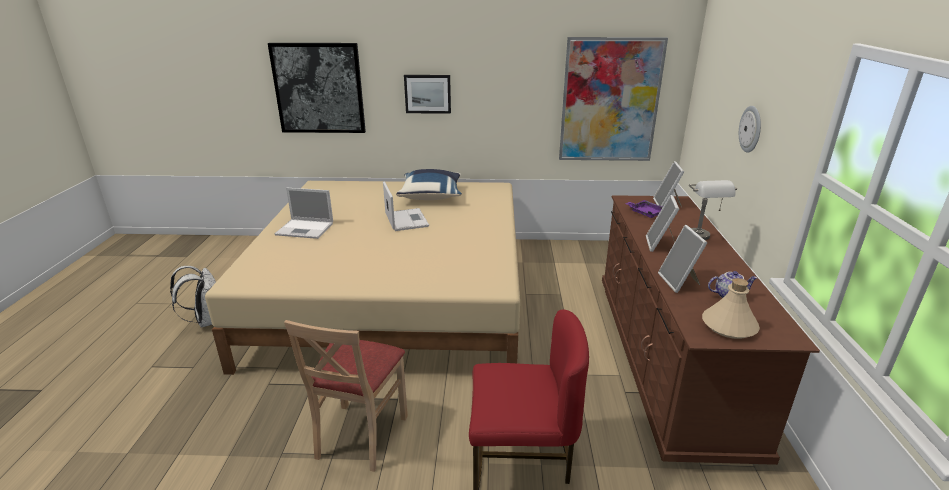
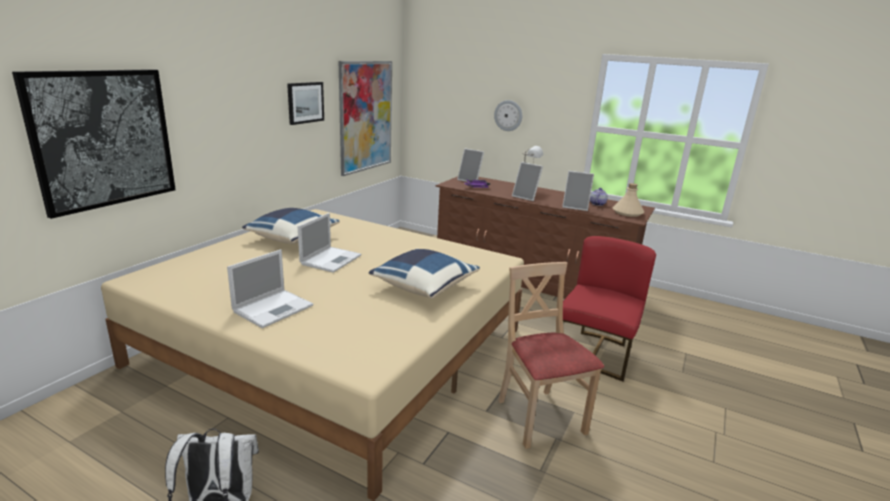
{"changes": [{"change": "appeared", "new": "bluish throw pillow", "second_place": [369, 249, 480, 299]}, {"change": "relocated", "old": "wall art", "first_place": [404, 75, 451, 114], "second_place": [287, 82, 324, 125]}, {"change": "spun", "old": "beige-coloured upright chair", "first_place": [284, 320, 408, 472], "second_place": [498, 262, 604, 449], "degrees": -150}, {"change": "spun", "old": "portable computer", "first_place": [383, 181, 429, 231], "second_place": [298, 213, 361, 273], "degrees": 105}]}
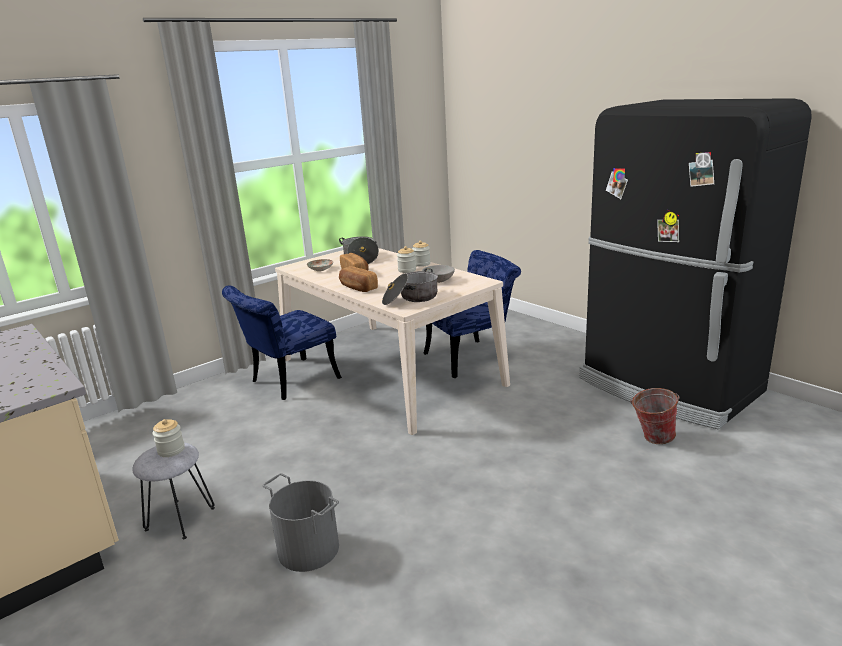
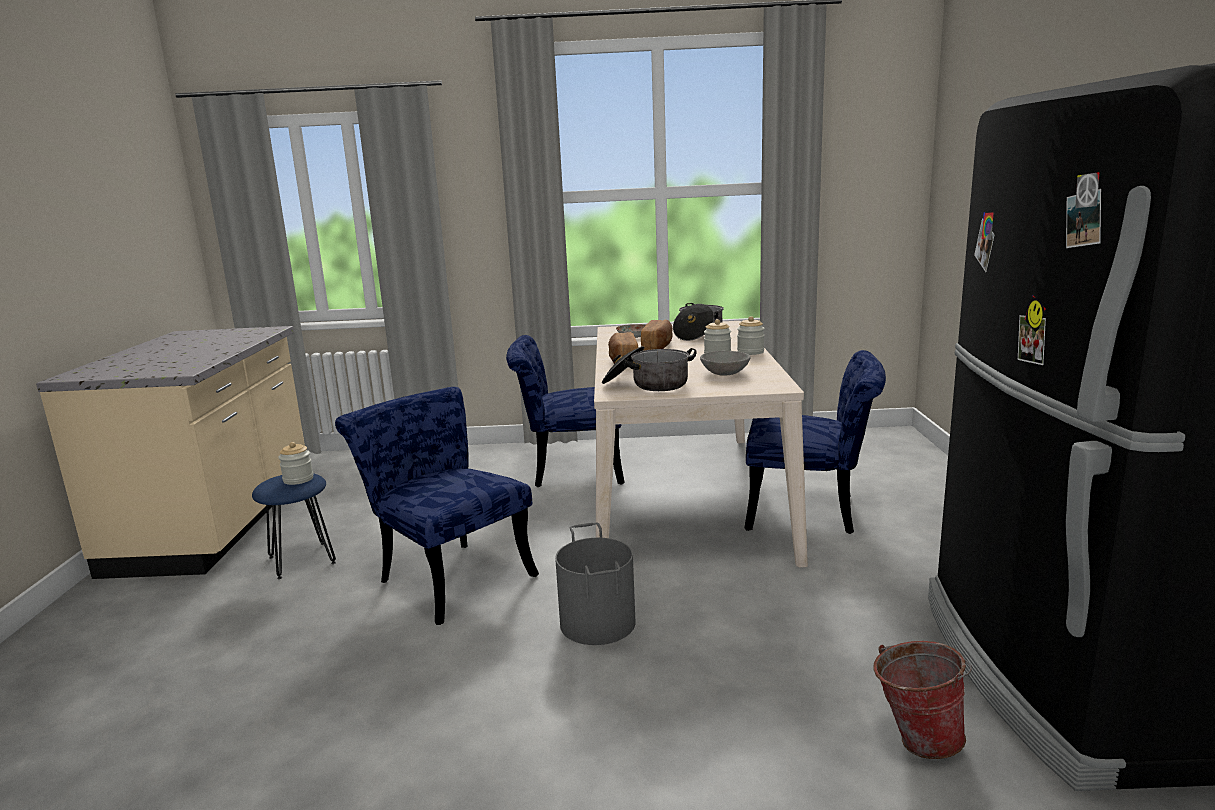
{"changes": [{"change": "appeared", "new": "bluish upright chair", "second_place": [335, 387, 539, 625]}, {"change": "relocated", "old": "grey bucket", "first_place": [262, 473, 339, 572], "second_place": [555, 523, 635, 645]}, {"change": "colour", "old": "grey sitting stool", "new": "bluish sitting stool", "first_place": [132, 442, 215, 539], "second_place": [252, 473, 336, 579]}]}
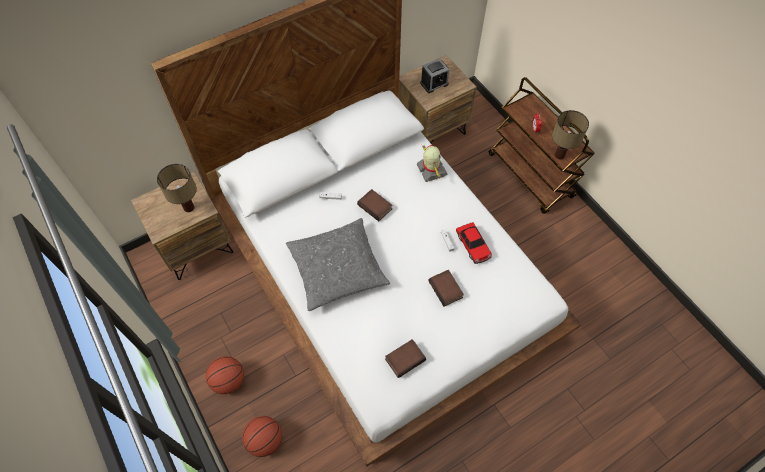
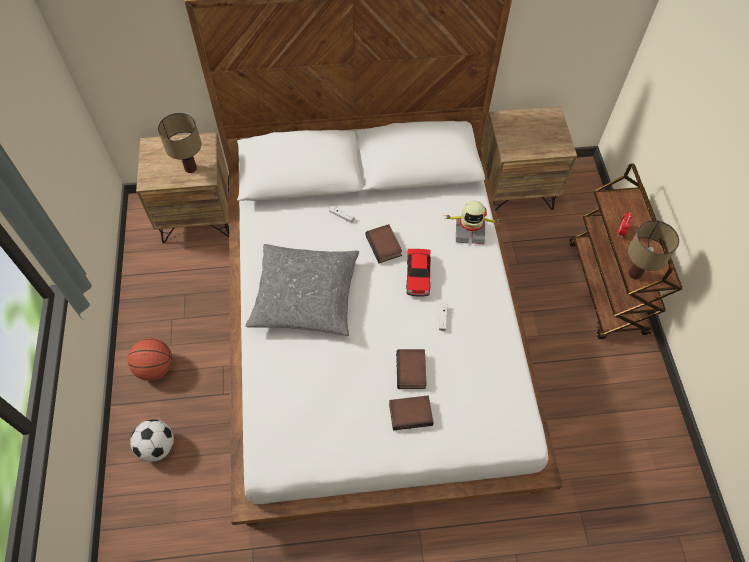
{"changes": [{"change": "missing", "old": "alarm clock", "first_place": [420, 59, 449, 93]}, {"change": "relocated", "old": "volume", "first_place": [385, 339, 426, 378], "second_place": [389, 396, 433, 431]}, {"change": "relocated", "old": "miniature car", "first_place": [456, 222, 492, 264], "second_place": [406, 249, 431, 297]}, {"change": "exchanged", "old": "basketball ball", "new": "football ball", "first_place": [242, 416, 282, 457], "second_place": [130, 419, 174, 462]}, {"change": "spun", "old": "toy robot", "first_place": [417, 143, 448, 182], "second_place": [444, 201, 500, 245], "degrees": 90}]}
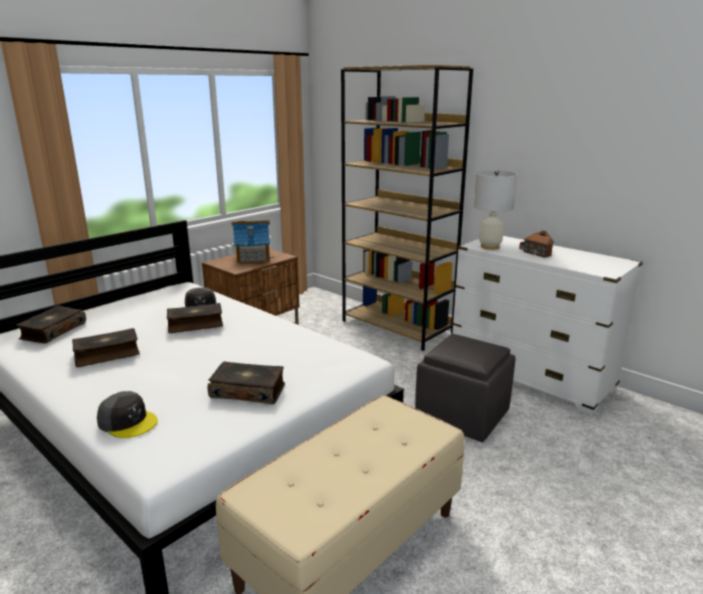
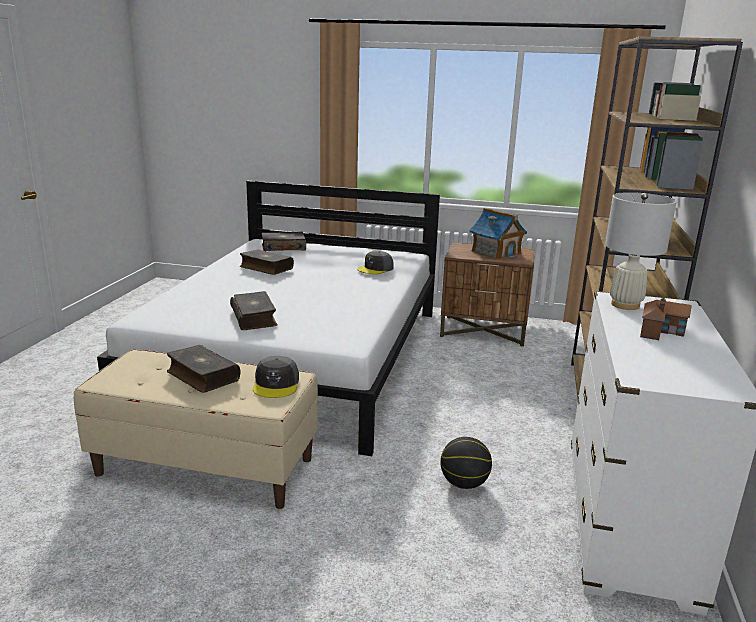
{"changes": [{"change": "relocated", "old": "grey baseball cap", "first_place": [97, 391, 158, 438], "second_place": [253, 356, 299, 398]}, {"change": "relocated", "old": "volume", "first_place": [167, 303, 223, 333], "second_place": [167, 345, 240, 393]}, {"change": "exchanged", "old": "grey footrest", "new": "basketball ball", "first_place": [415, 334, 515, 442], "second_place": [441, 437, 492, 489]}]}
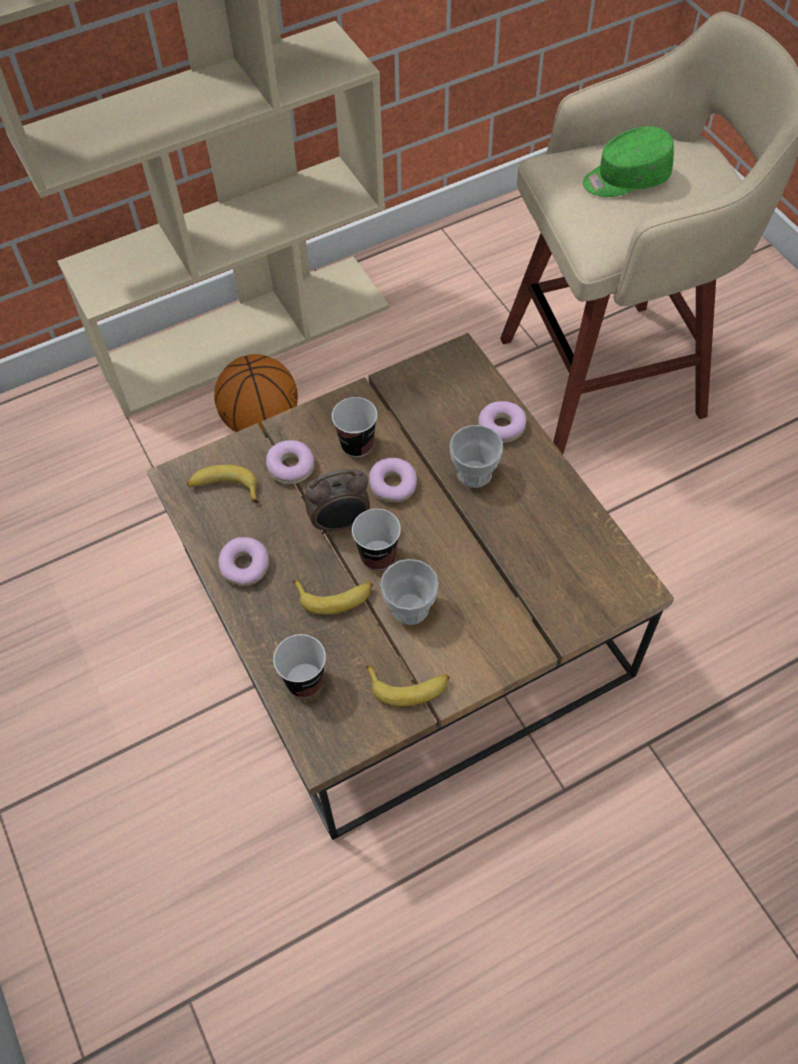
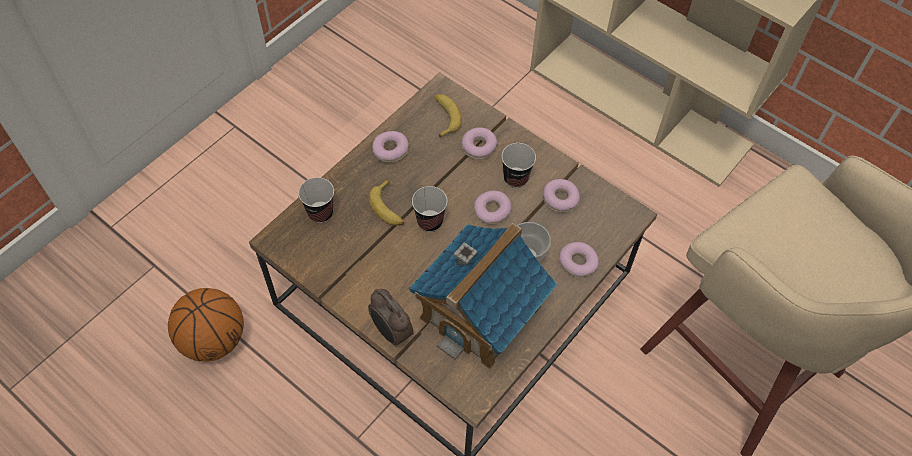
{"changes": [{"change": "missing", "old": "banana fruit", "first_place": [366, 665, 450, 706]}, {"change": "missing", "old": "small cup", "first_place": [380, 559, 439, 625]}, {"change": "missing", "old": "green-coloured baseball cap", "first_place": [583, 126, 674, 197]}, {"change": "appeared", "new": "toy house", "second_place": [409, 222, 557, 369]}, {"change": "appeared", "new": "donut", "second_place": [543, 179, 580, 213]}, {"change": "relocated", "old": "basketball ball", "first_place": [214, 354, 298, 432], "second_place": [168, 288, 244, 362]}, {"change": "relocated", "old": "alarm clock", "first_place": [305, 469, 370, 534], "second_place": [368, 289, 414, 347]}]}
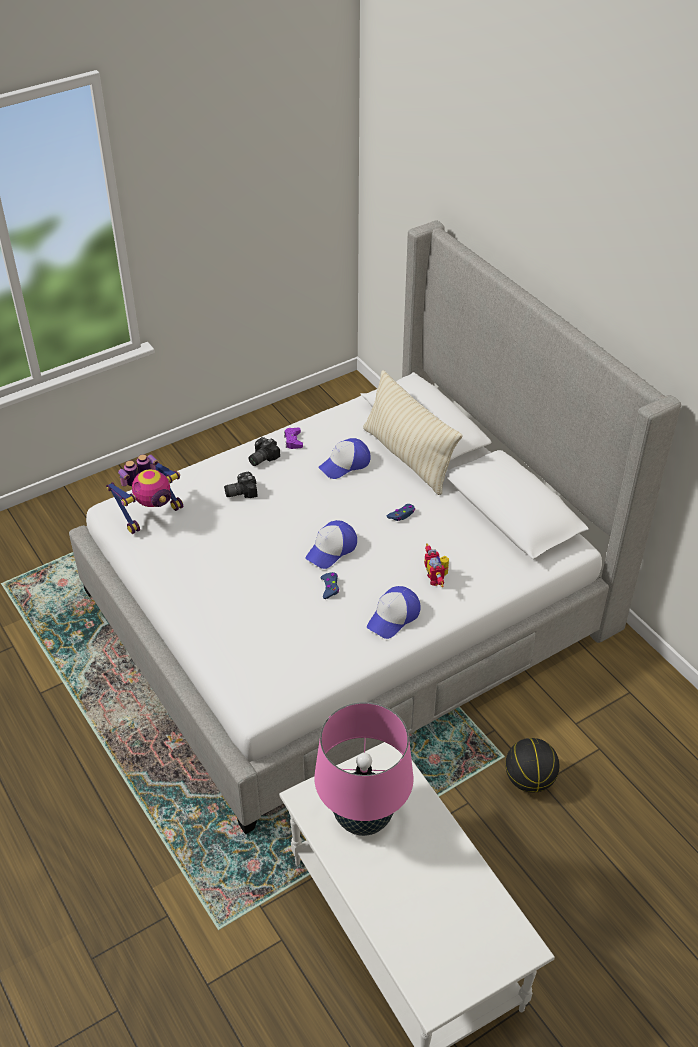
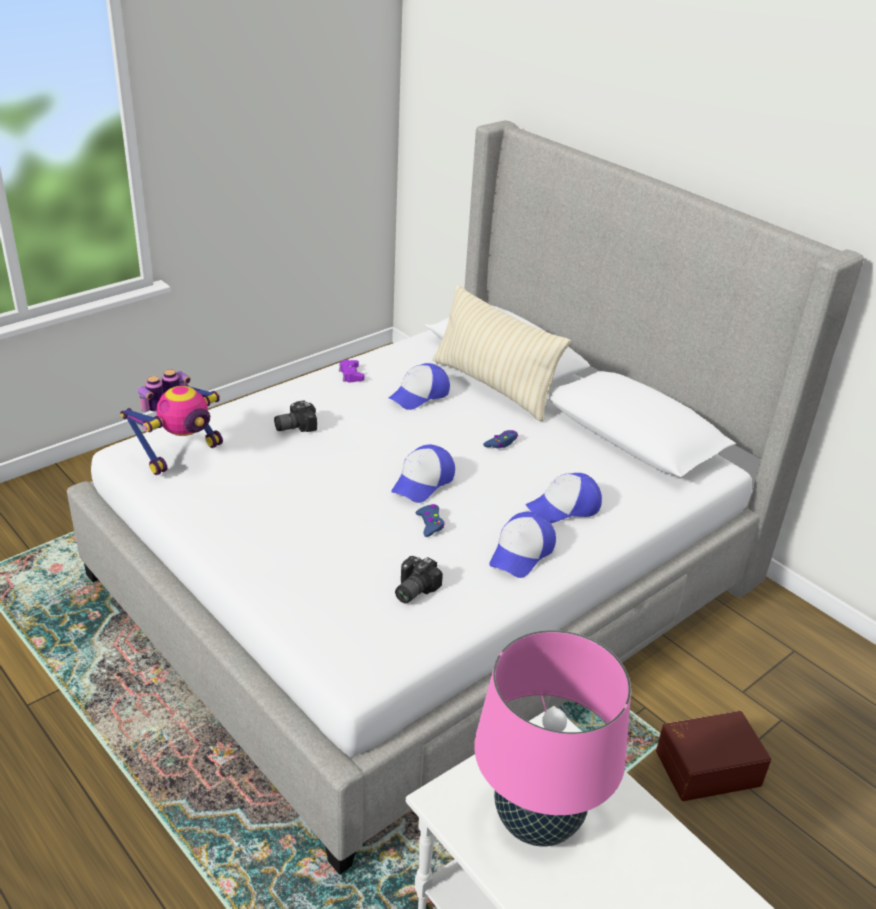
{"changes": [{"change": "relocated", "old": "still camera", "first_place": [249, 437, 280, 466], "second_place": [395, 556, 443, 603]}, {"change": "exchanged", "old": "toy robot", "new": "baseball cap", "first_place": [424, 543, 449, 588], "second_place": [525, 473, 602, 523]}, {"change": "exchanged", "old": "basketball ball", "new": "brown-coloured storage bin", "first_place": [505, 738, 560, 793], "second_place": [656, 711, 771, 801]}]}
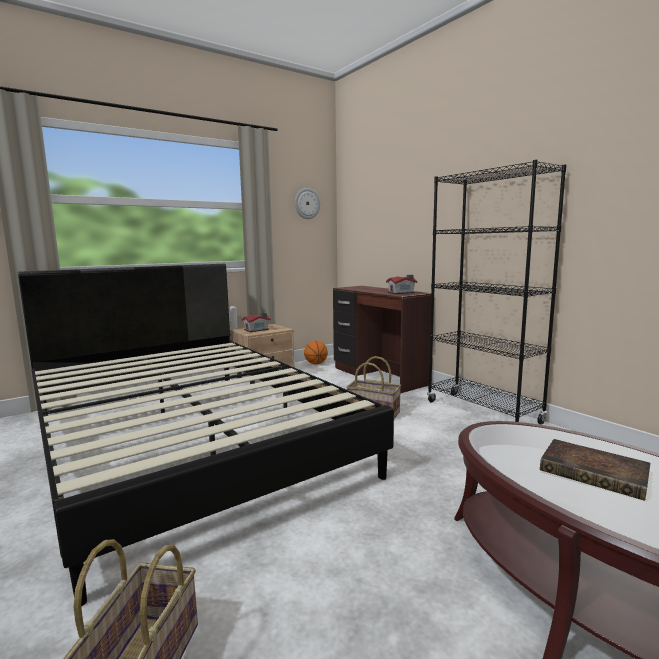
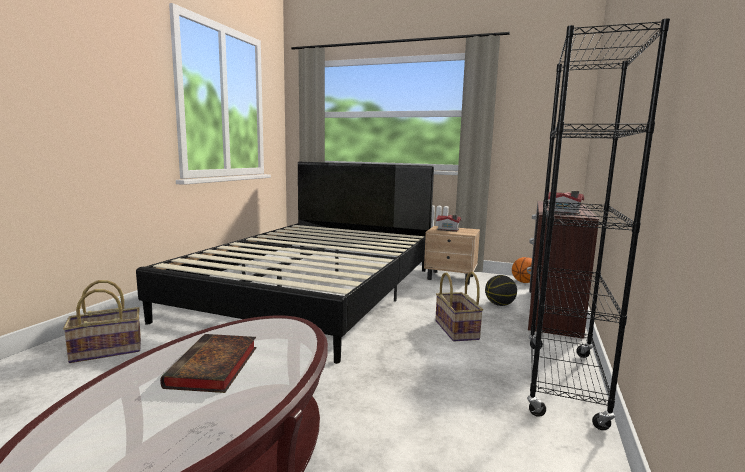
{"changes": [{"change": "missing", "old": "wall clock", "first_place": [295, 188, 320, 219]}, {"change": "appeared", "new": "basketball ball", "second_place": [485, 275, 517, 306]}]}
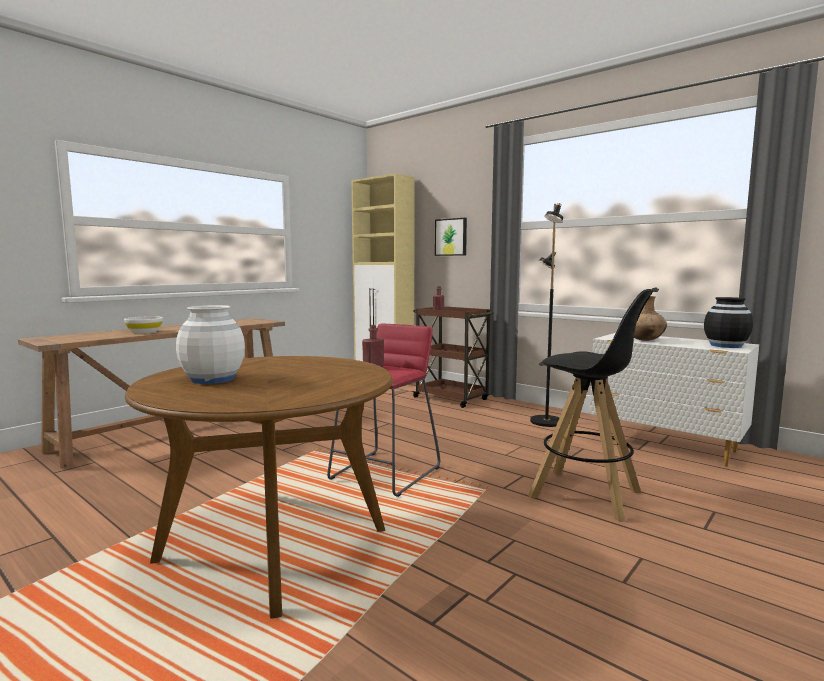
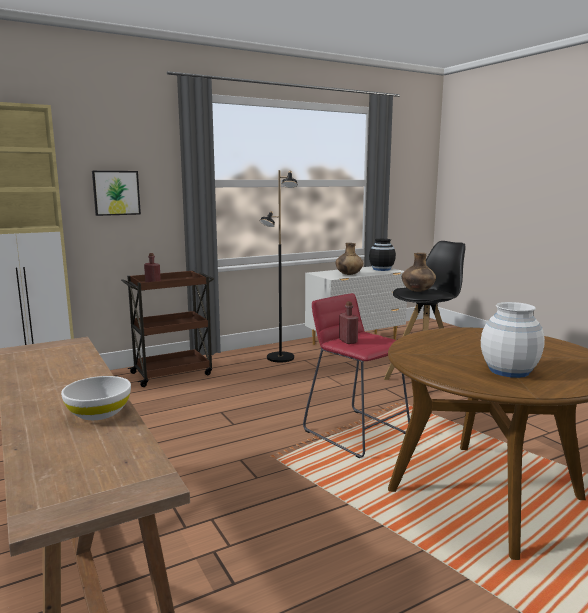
{"changes": [{"change": "appeared", "new": "brown-coloured flower vase", "second_place": [402, 253, 436, 292]}]}
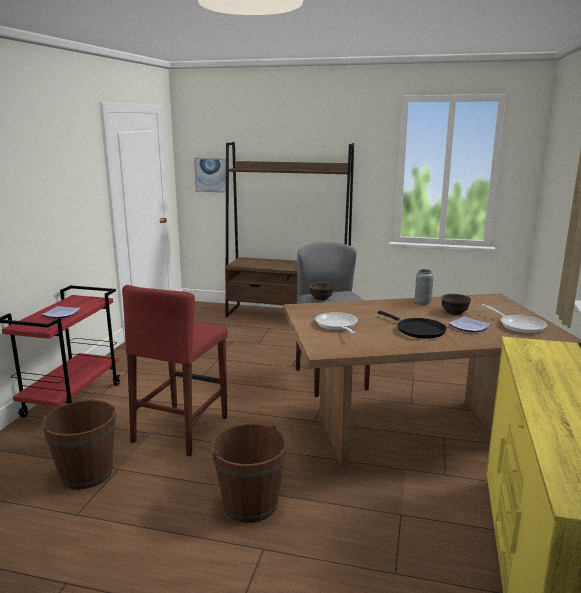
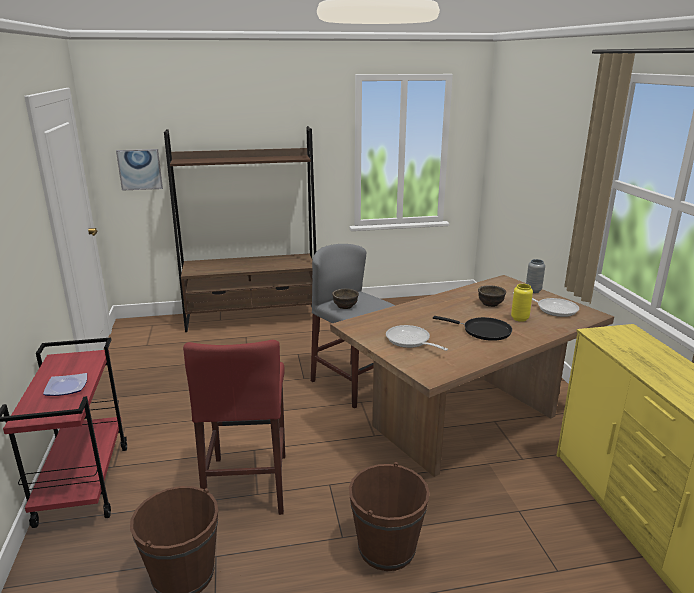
{"changes": [{"change": "relocated", "old": "grey flower vase", "first_place": [415, 269, 434, 305], "second_place": [526, 259, 545, 293]}, {"change": "exchanged", "old": "plate", "new": "yellowish flower vase", "first_place": [448, 316, 491, 332], "second_place": [511, 284, 533, 322]}]}
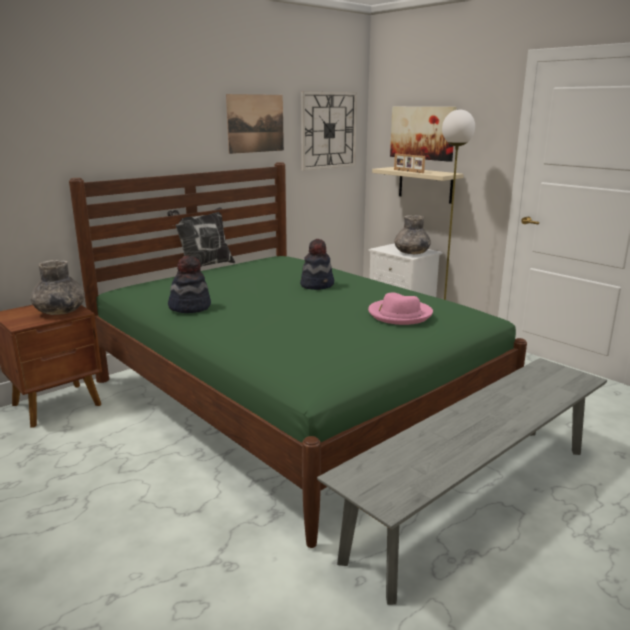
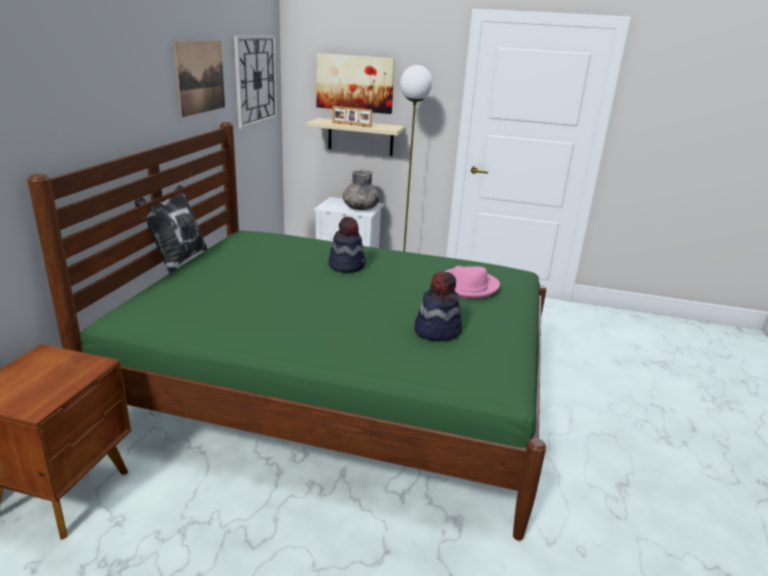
{"changes": [{"change": "missing", "old": "grey flower vase", "first_place": [30, 260, 85, 315]}, {"change": "missing", "old": "grey bench", "first_place": [317, 358, 607, 605]}, {"change": "relocated", "old": "clothing hat", "first_place": [168, 255, 211, 313], "second_place": [414, 271, 462, 341]}]}
